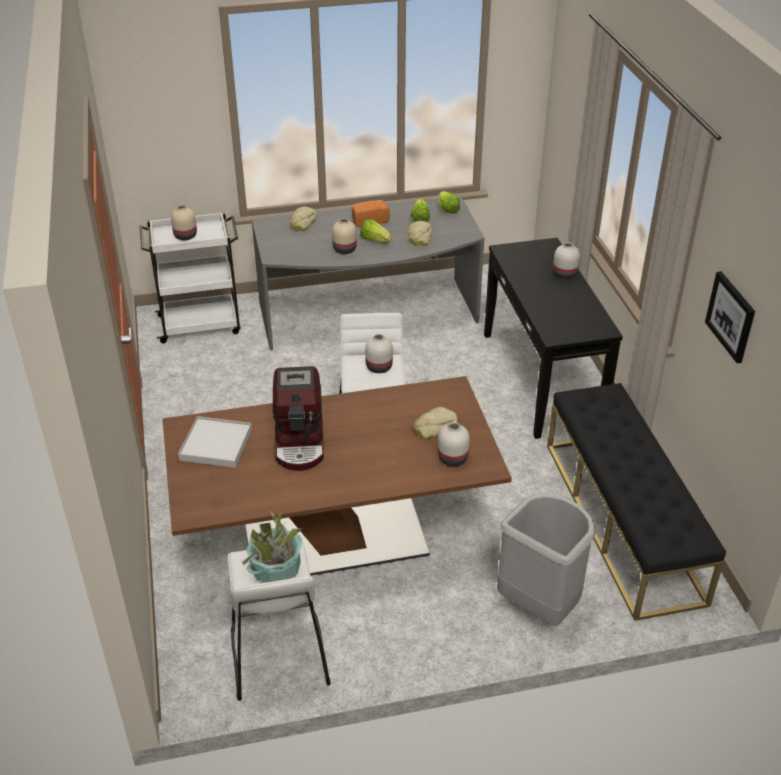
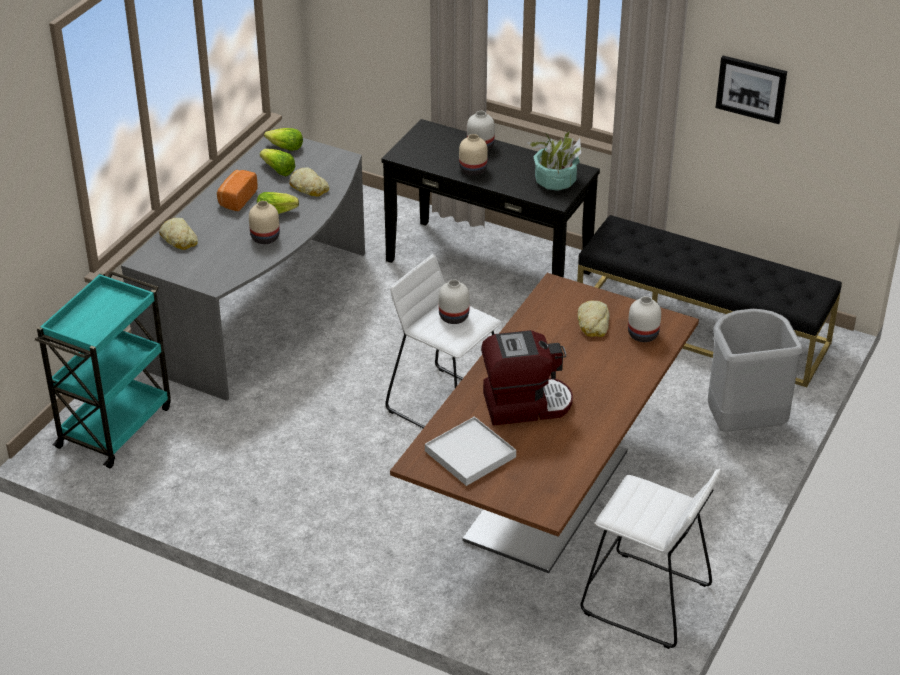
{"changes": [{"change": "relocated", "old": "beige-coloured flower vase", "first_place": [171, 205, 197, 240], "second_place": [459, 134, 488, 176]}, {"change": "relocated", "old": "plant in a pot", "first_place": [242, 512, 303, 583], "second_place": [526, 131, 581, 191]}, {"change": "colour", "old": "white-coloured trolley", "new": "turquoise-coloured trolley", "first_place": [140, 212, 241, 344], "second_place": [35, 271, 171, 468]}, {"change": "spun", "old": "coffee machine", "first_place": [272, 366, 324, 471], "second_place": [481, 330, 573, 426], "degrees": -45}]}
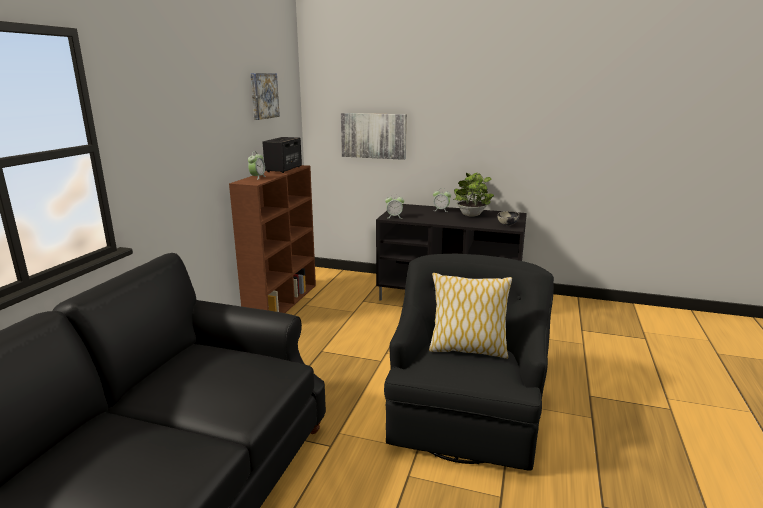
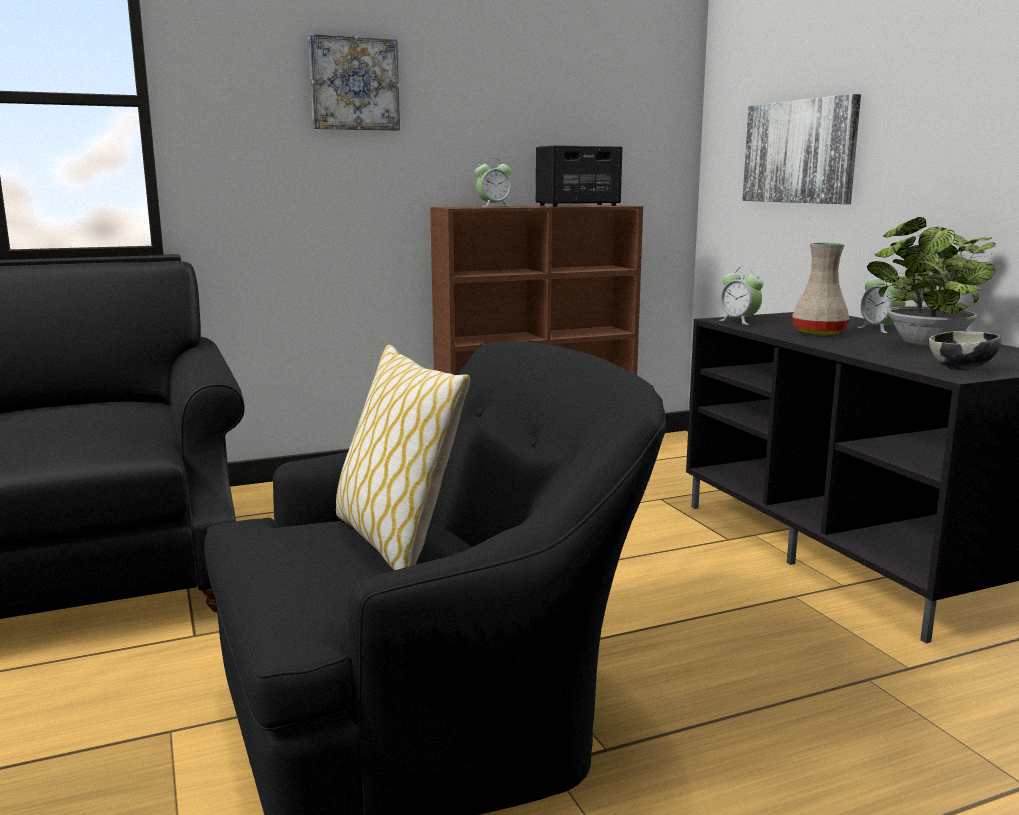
{"changes": [{"change": "appeared", "new": "beige-coloured flower vase", "second_place": [792, 243, 850, 335]}, {"change": "relocated", "old": "wall art", "first_place": [250, 73, 280, 120], "second_place": [309, 34, 400, 131]}]}
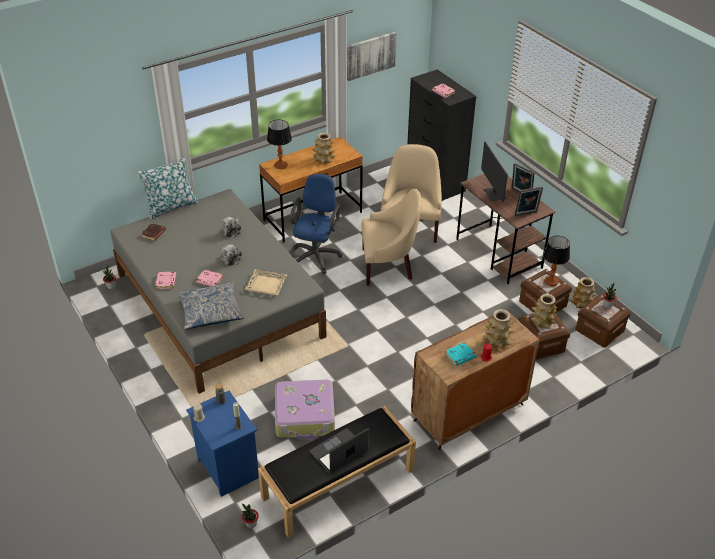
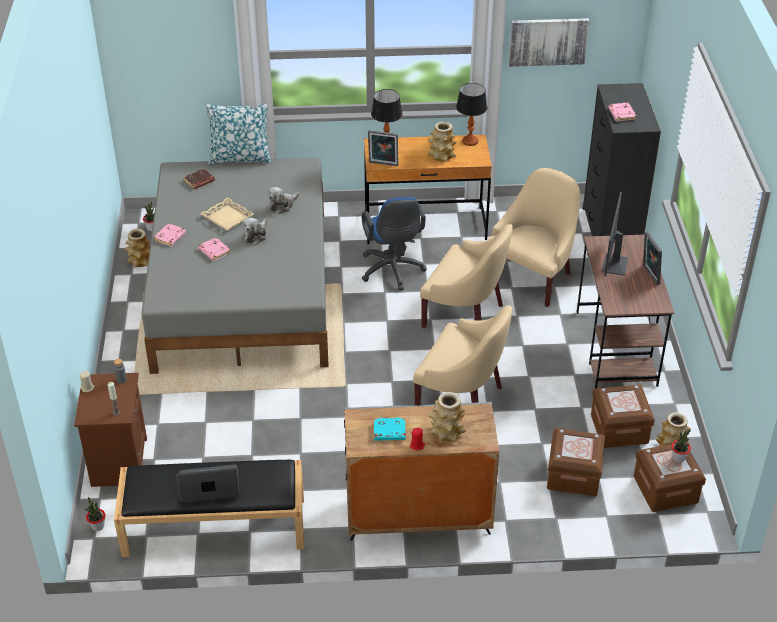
{"changes": [{"change": "missing", "old": "throw pillow", "first_place": [177, 282, 244, 330]}, {"change": "missing", "old": "suitcase", "first_place": [275, 380, 335, 439]}, {"change": "appeared", "new": "beige-coloured lounge chair", "second_place": [413, 305, 512, 407]}, {"change": "relocated", "old": "beige-coloured serving tray", "first_place": [245, 269, 287, 295], "second_place": [200, 197, 254, 231]}, {"change": "relocated", "old": "picture frame", "first_place": [514, 186, 543, 216], "second_place": [368, 130, 399, 166]}, {"change": "relocated", "old": "flower vase", "first_place": [531, 294, 557, 328], "second_place": [124, 229, 150, 268]}, {"change": "relocated", "old": "table lamp", "first_place": [543, 236, 570, 286], "second_place": [456, 83, 487, 146]}, {"change": "colour", "old": "bluish night table", "new": "brown-coloured night table", "first_place": [186, 391, 259, 497], "second_place": [74, 373, 147, 487]}, {"change": "colour", "old": "brown-coloured storage cabinet", "new": "grey storage cabinet", "first_place": [411, 310, 540, 450], "second_place": [344, 402, 499, 541]}, {"change": "spun", "old": "bluish computer chair", "first_place": [290, 174, 342, 274], "second_place": [362, 197, 427, 291], "degrees": 120}]}
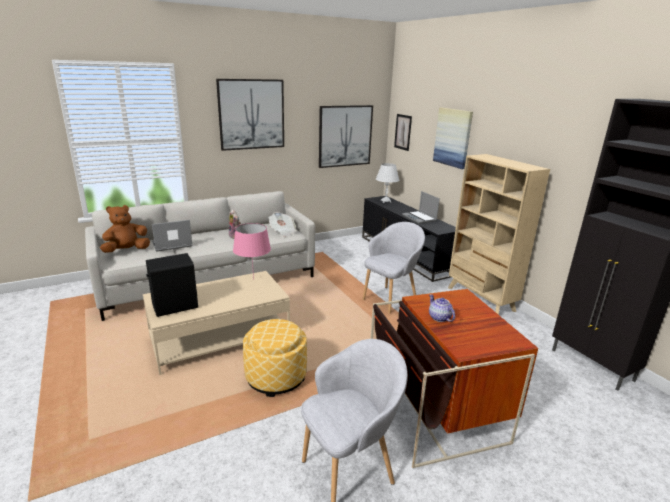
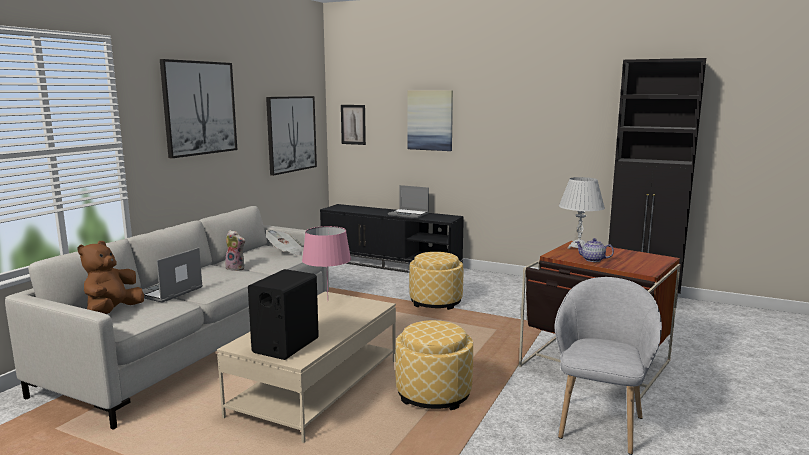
{"changes": [{"change": "missing", "old": "beige-coloured bookshelf", "first_place": [448, 154, 550, 315]}, {"change": "relocated", "old": "white-coloured table lamp", "first_place": [376, 163, 399, 203], "second_place": [559, 177, 605, 249]}, {"change": "exchanged", "old": "grey lounge chair", "new": "footrest", "first_place": [363, 222, 425, 314], "second_place": [409, 252, 463, 310]}]}
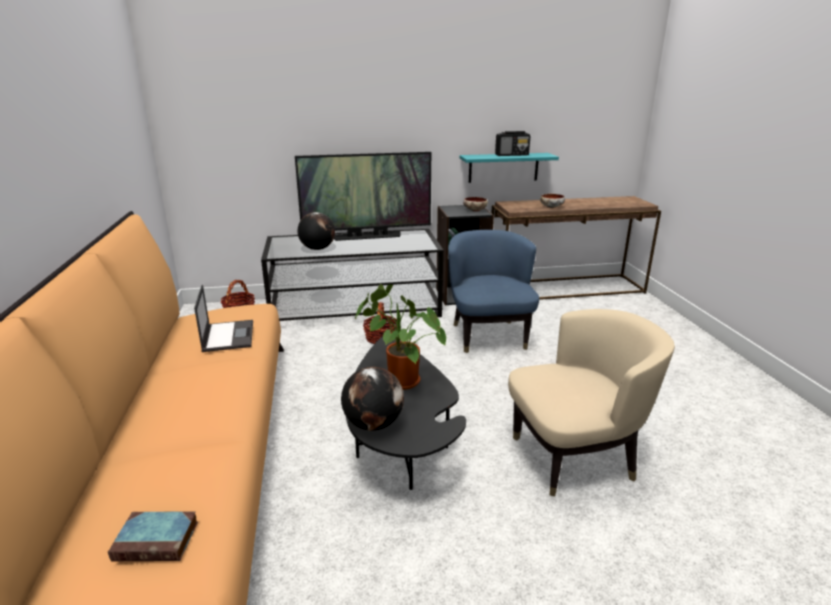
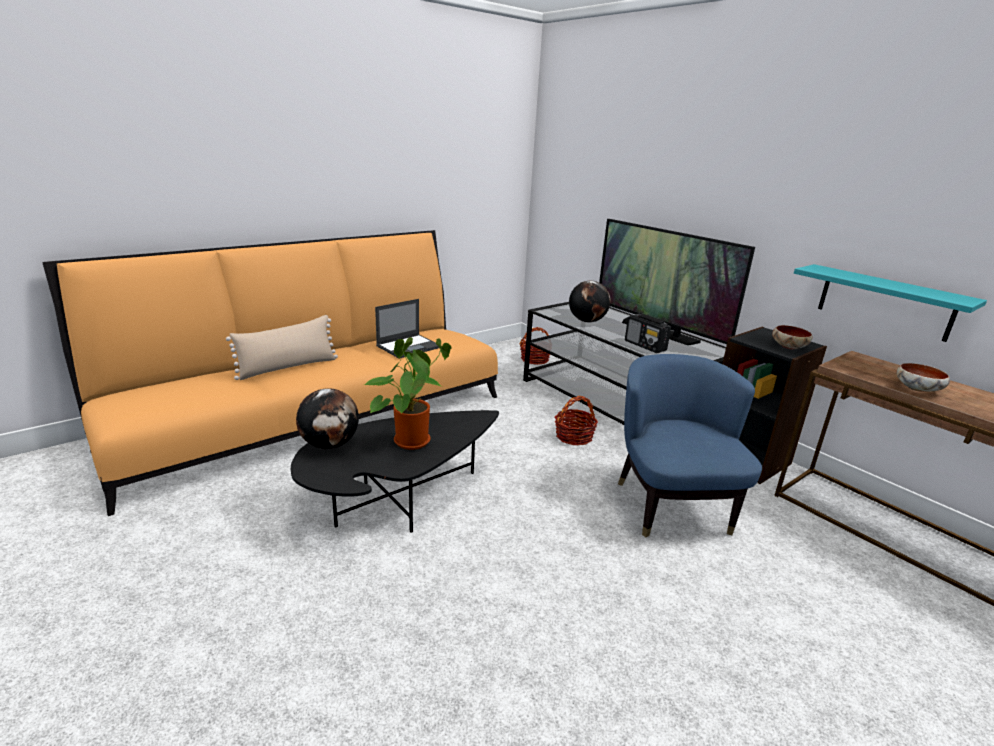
{"changes": [{"change": "missing", "old": "volume", "first_place": [108, 511, 198, 561]}, {"change": "missing", "old": "beige-coloured lounge chair", "first_place": [508, 309, 675, 496]}, {"change": "appeared", "new": "beige-coloured throw pillow", "second_place": [226, 315, 338, 380]}, {"change": "relocated", "old": "radio receiver", "first_place": [495, 131, 530, 156], "second_place": [625, 314, 671, 353]}, {"change": "spun", "old": "bluish lounge chair", "first_place": [448, 230, 539, 353], "second_place": [618, 354, 762, 537], "degrees": -60}]}
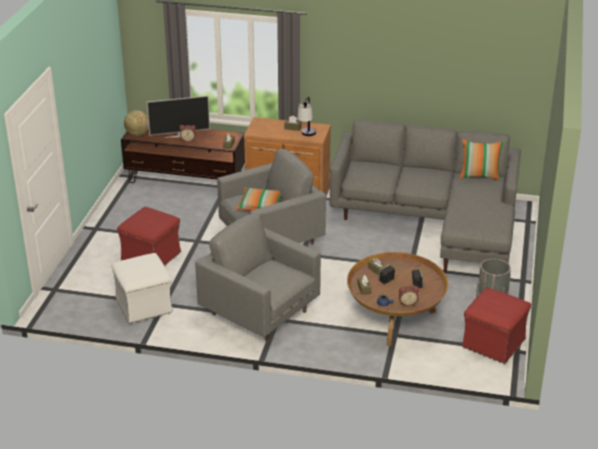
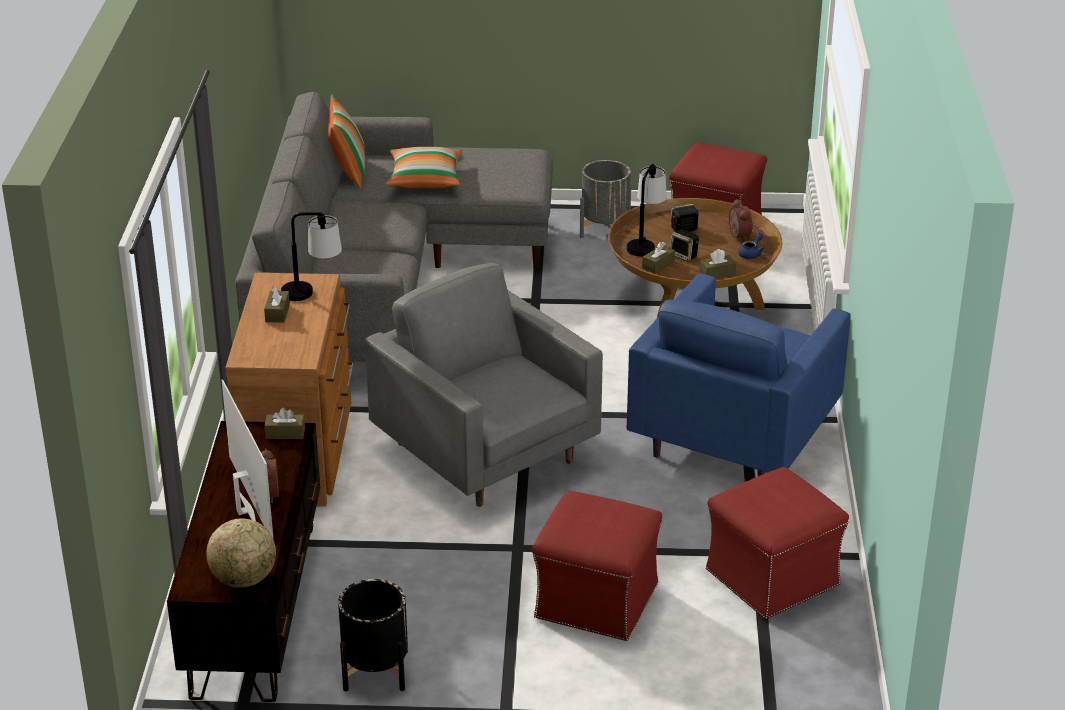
{"changes": [{"change": "appeared", "new": "blackish plant pot", "second_place": [338, 579, 408, 691]}, {"change": "appeared", "new": "table lamp", "second_place": [627, 164, 667, 256]}, {"change": "relocated", "old": "throw pillow", "first_place": [235, 187, 282, 211], "second_place": [386, 147, 462, 188]}, {"change": "colour", "old": "white-coloured footrest", "new": "red footrest", "first_place": [111, 253, 173, 324], "second_place": [706, 467, 849, 619]}, {"change": "colour", "old": "grey lounge chair", "new": "bluish lounge chair", "first_place": [195, 213, 321, 342], "second_place": [626, 273, 851, 477]}]}
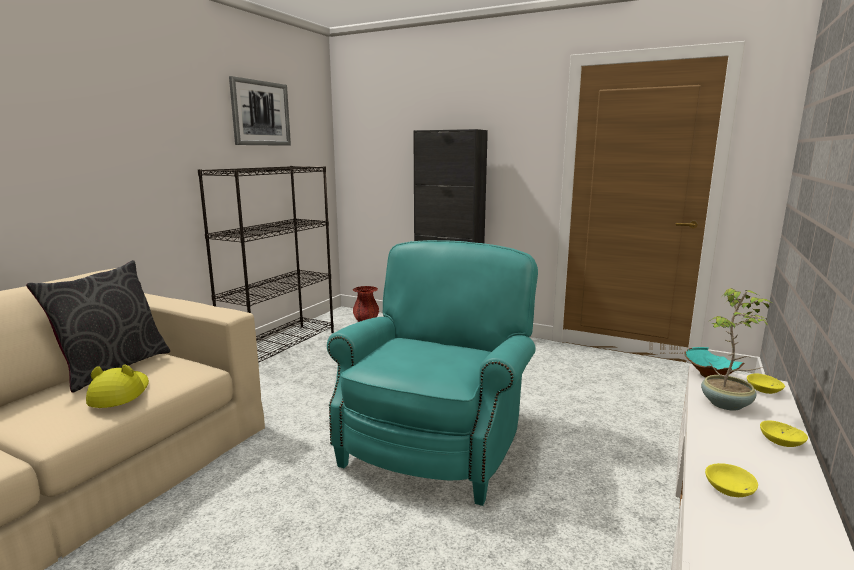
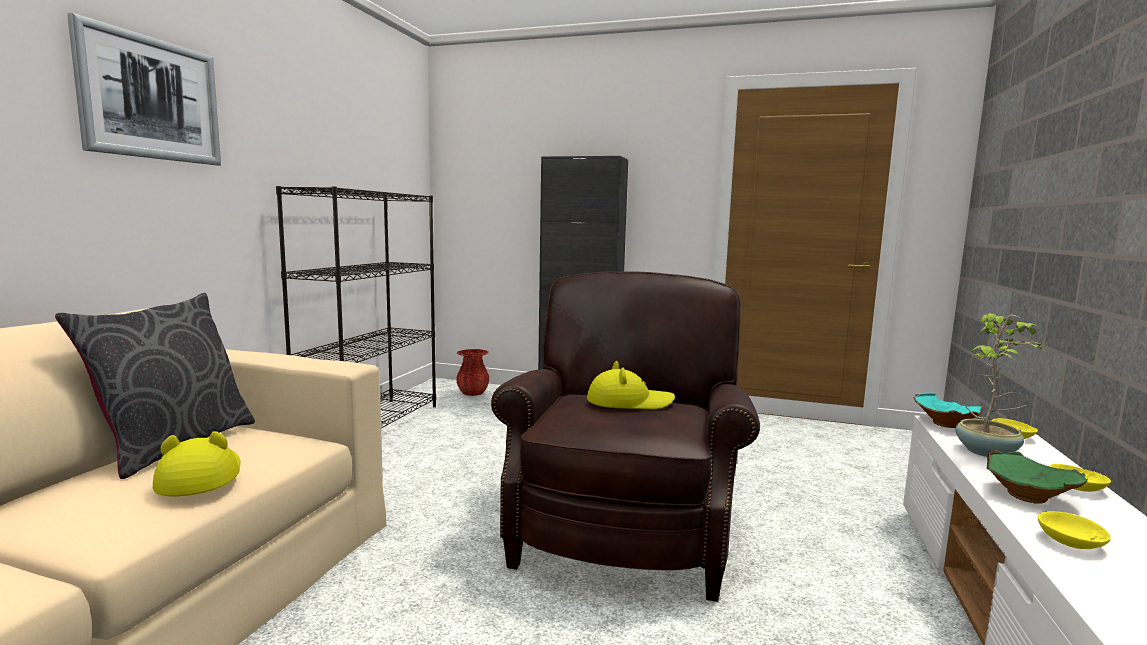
{"changes": [{"change": "appeared", "new": "yellowish clothing hat", "second_place": [587, 361, 675, 410]}, {"change": "appeared", "new": "green-coloured serving bowl", "second_place": [987, 450, 1088, 504]}, {"change": "relocated", "old": "wall art", "first_place": [229, 76, 291, 146], "second_place": [67, 13, 221, 165]}, {"change": "colour", "old": "turquoise-coloured lounge chair", "new": "brown-coloured lounge chair", "first_place": [327, 240, 538, 506], "second_place": [491, 271, 760, 602]}]}
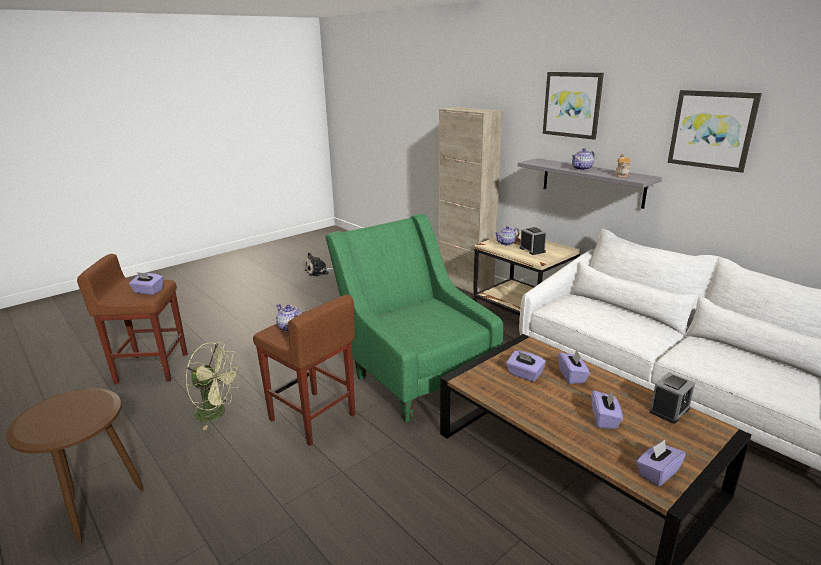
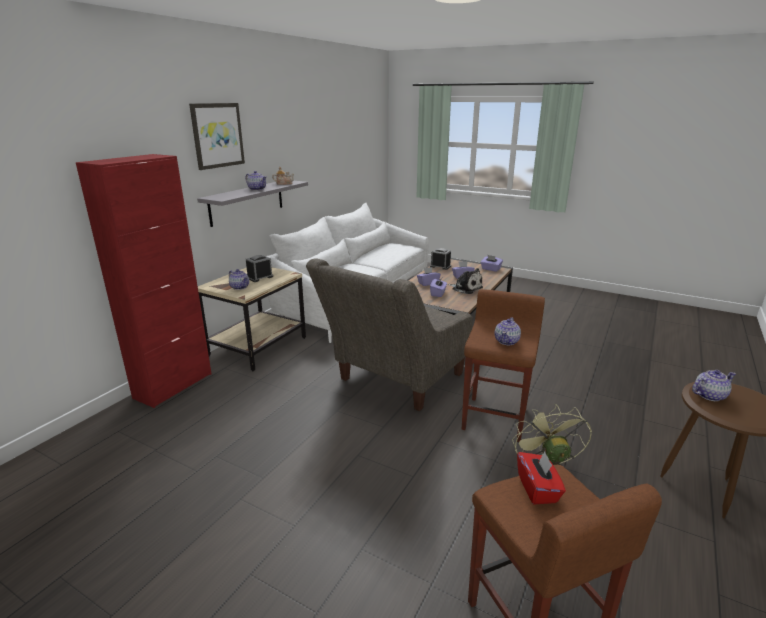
{"changes": [{"change": "missing", "old": "wall art", "first_place": [668, 90, 762, 173]}, {"change": "appeared", "new": "teapot", "second_place": [692, 370, 736, 401]}, {"change": "relocated", "old": "cuddly toy", "first_place": [305, 252, 333, 277], "second_place": [448, 268, 483, 294]}, {"change": "colour", "old": "purplish tissue box", "new": "red tissue box", "first_place": [129, 272, 163, 295], "second_place": [517, 451, 566, 504]}, {"change": "colour", "old": "green-coloured lounge chair", "new": "grey lounge chair", "first_place": [326, 214, 503, 422], "second_place": [306, 258, 473, 411]}, {"change": "colour", "old": "beige-coloured storage cabinet", "new": "red storage cabinet", "first_place": [439, 107, 503, 293], "second_place": [76, 154, 212, 408]}]}
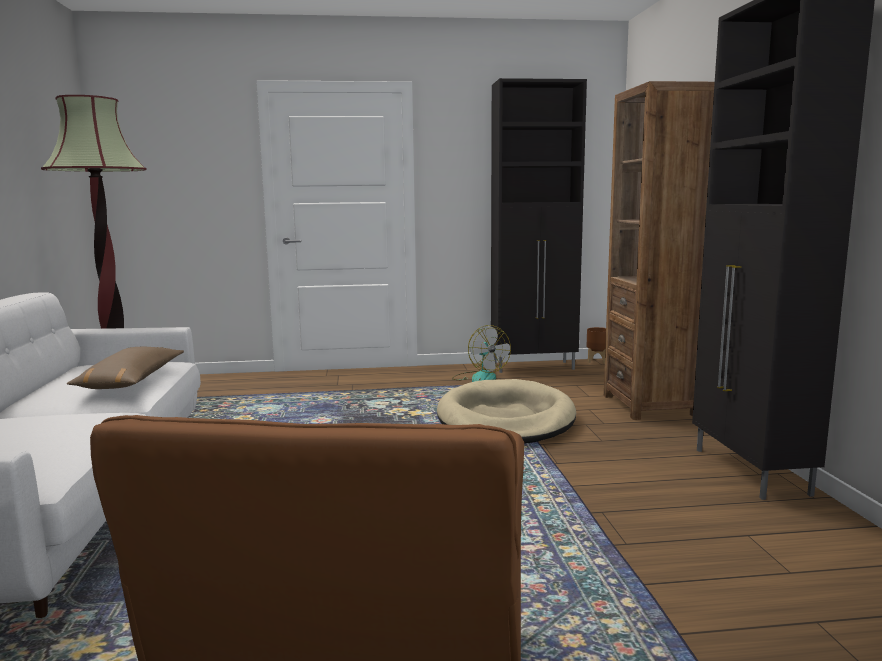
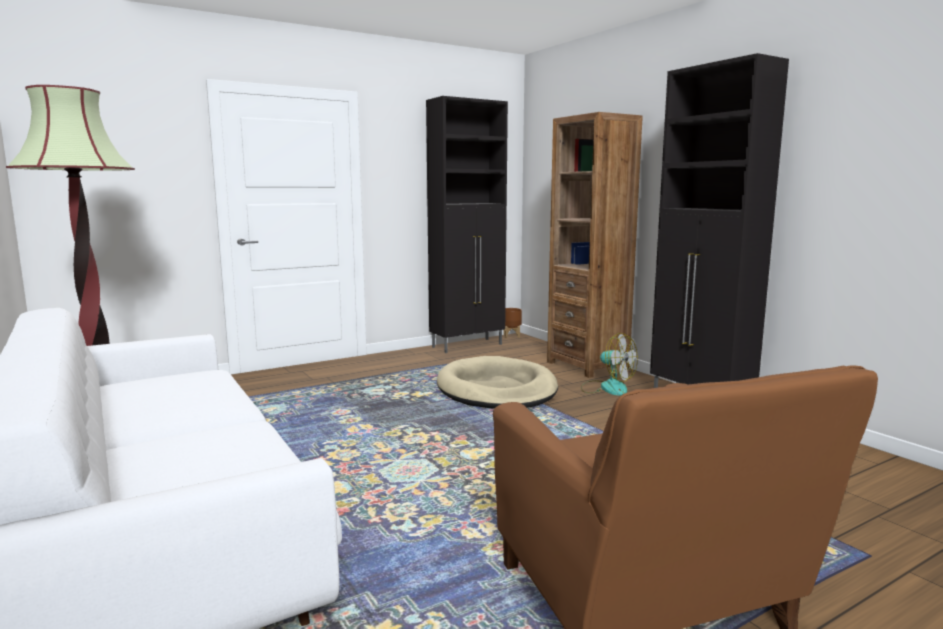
{"changes": [{"change": "missing", "old": "brown-coloured throw pillow", "first_place": [67, 347, 184, 389]}, {"change": "relocated", "old": "fan", "first_place": [452, 325, 511, 382], "second_place": [581, 333, 638, 396]}]}
